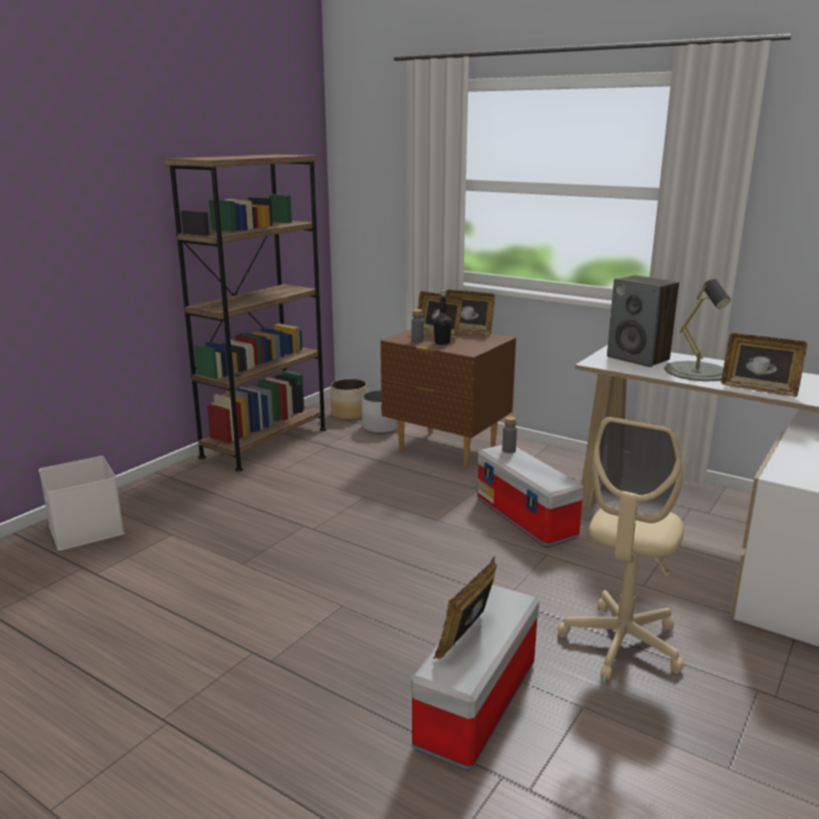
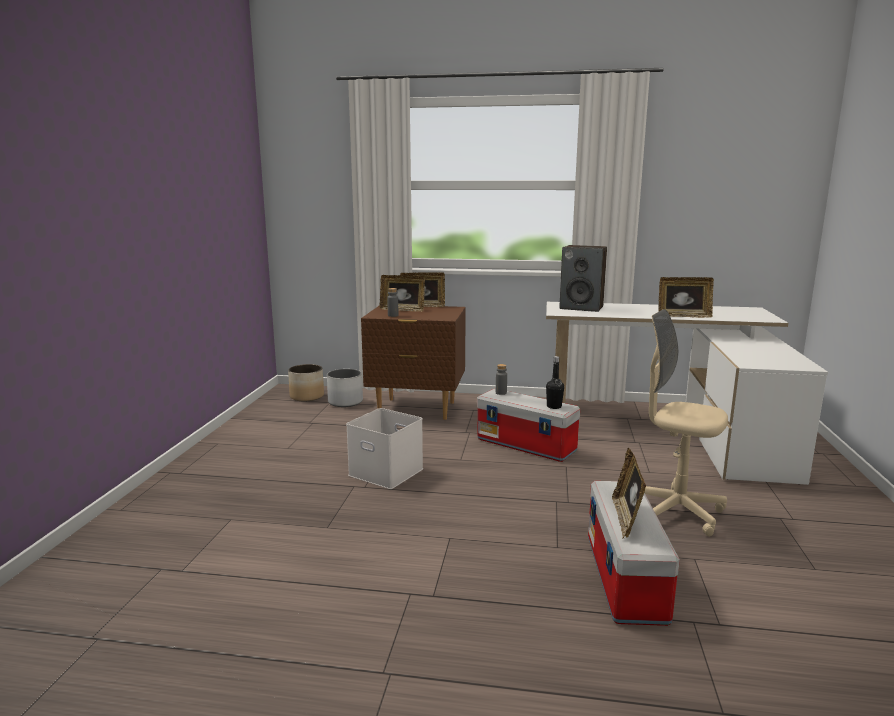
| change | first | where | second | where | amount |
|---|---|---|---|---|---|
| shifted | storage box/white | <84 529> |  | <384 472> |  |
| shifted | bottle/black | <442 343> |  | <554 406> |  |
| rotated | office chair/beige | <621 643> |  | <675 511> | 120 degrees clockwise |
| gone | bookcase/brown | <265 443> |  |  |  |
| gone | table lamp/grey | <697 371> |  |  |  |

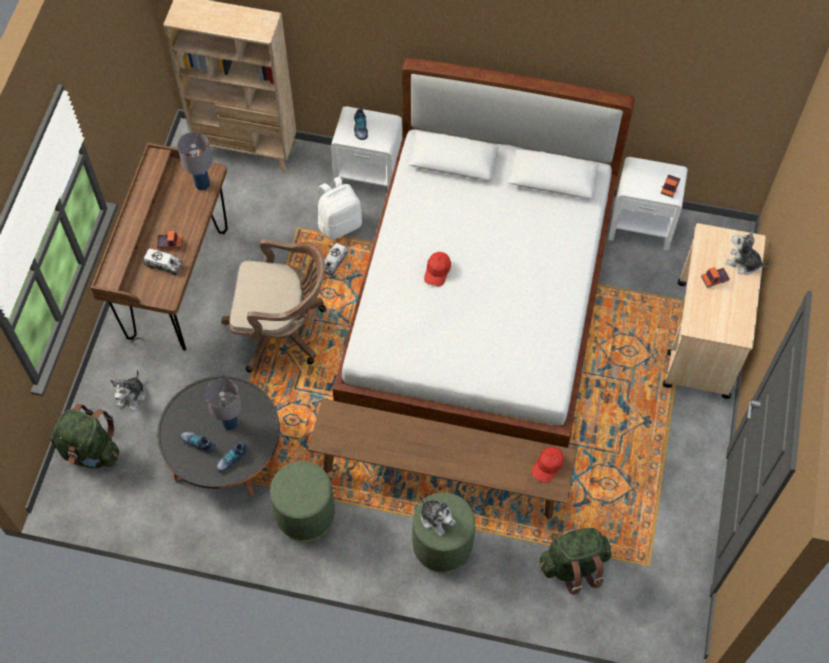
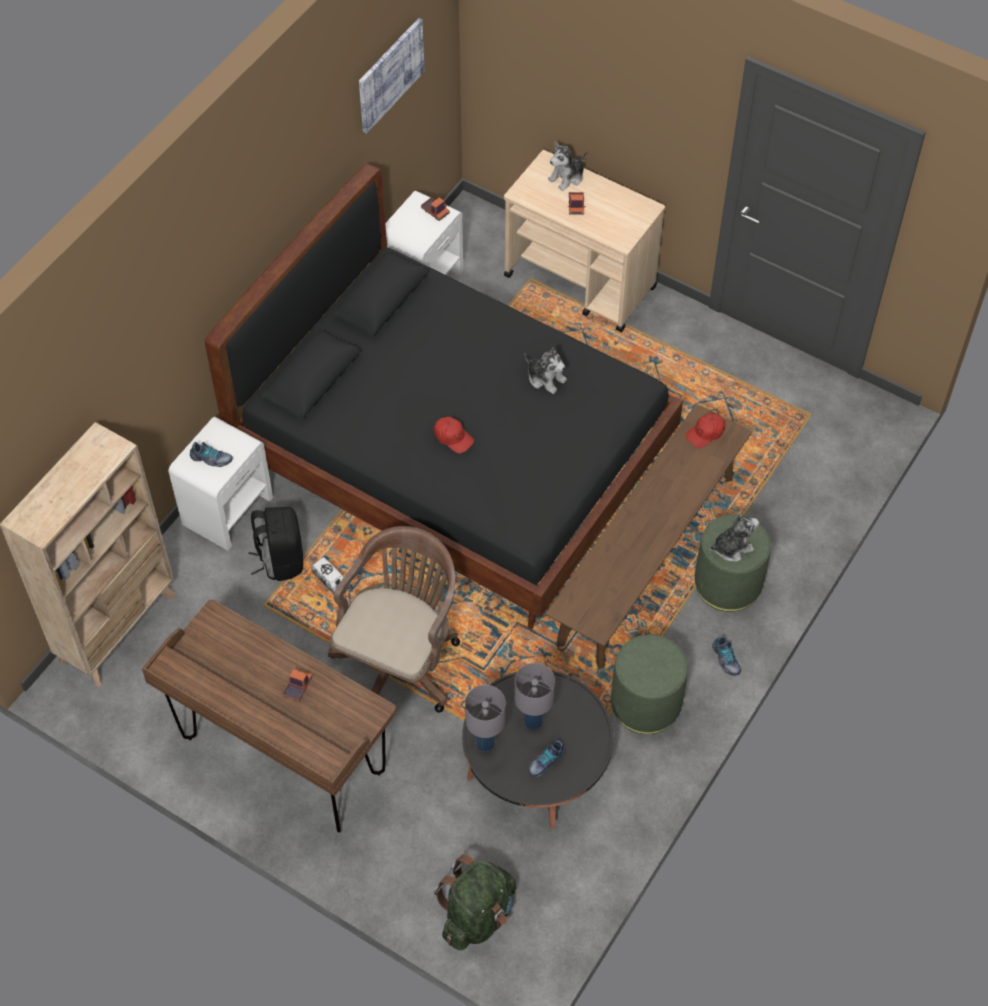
| change | first | where | second | where | amount |
|---|---|---|---|---|---|
| repainted | bed/white | <480 305> | bed/black | <454 457> |  |
| repainted | backpack/white | <340 224> | backpack/black | <280 559> |  |
| new |  |  | picture | <390 74> |  |
| shifted | table lamp/grey | <202 184> |  | <485 743> |  |
| shifted | plush toy | <132 396> |  | <545 378> |  |
| rotated | cap/red | <547 466> |  | <705 433> | 90 degrees clockwise |
| shifted | shoe | <232 459> |  | <725 659> |  |
| gone | toy truck | <164 265> |  |  |  |
| gone | backpack/green | <573 565> |  |  |  |

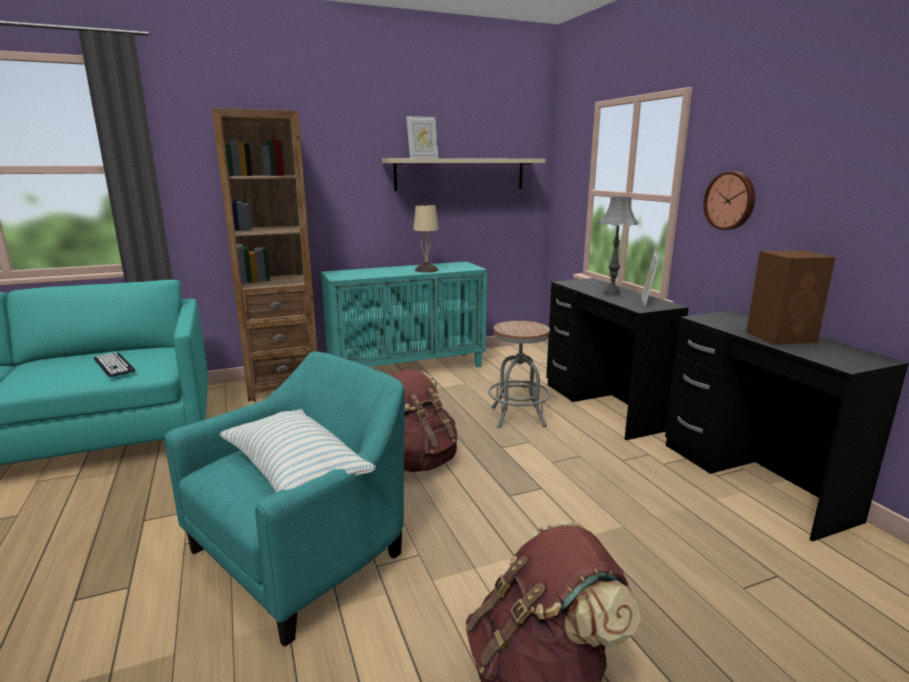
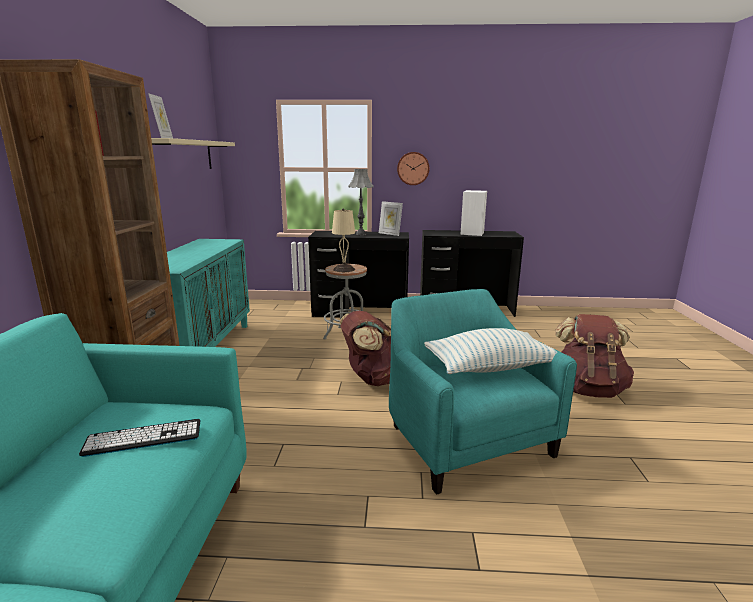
| change | first | where | second | where | amount |
|---|---|---|---|---|---|
| shifted | table lamp/beige | <426 270> |  | <343 269> |  |
| repainted | speaker/brown | <782 337> | speaker/white | <472 233> |  |

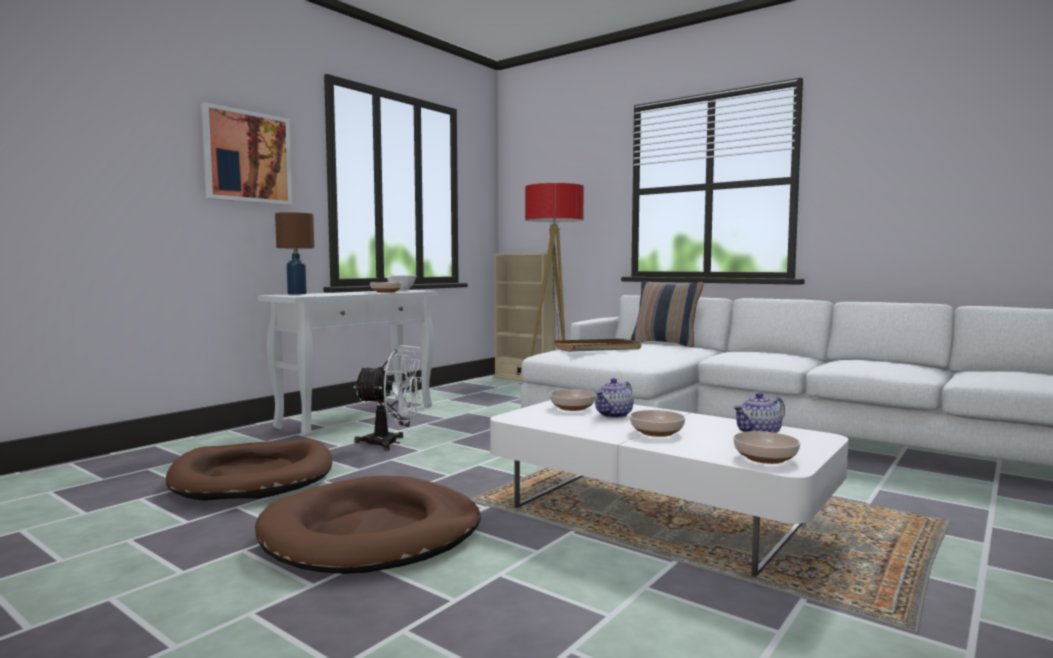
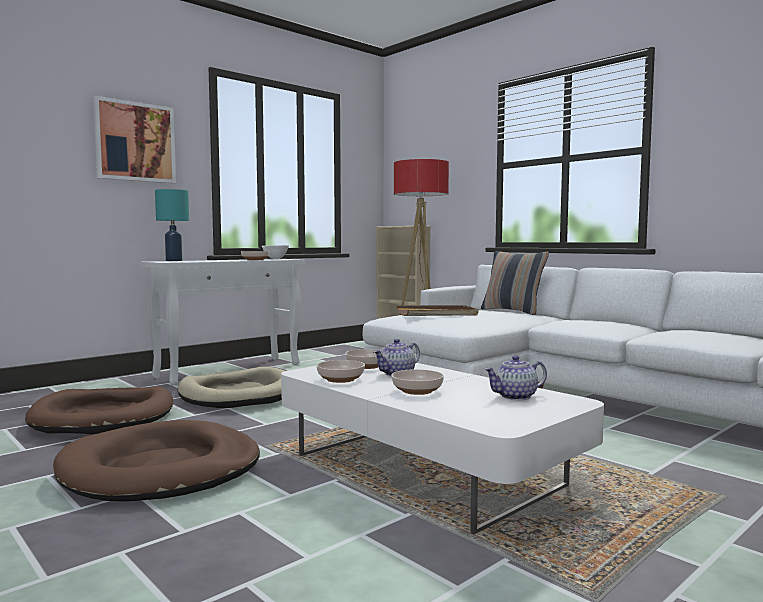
| change | first | where | second | where | amount |
|---|---|---|---|---|---|
| repainted | table lamp/brown | <297 294> | table lamp/turquoise | <174 260> |  |
| swapped | fan/white | <390 443> | dog bed/beige | <238 394> |  |
| shifted | bowl | <766 458> |  | <341 379> |  |

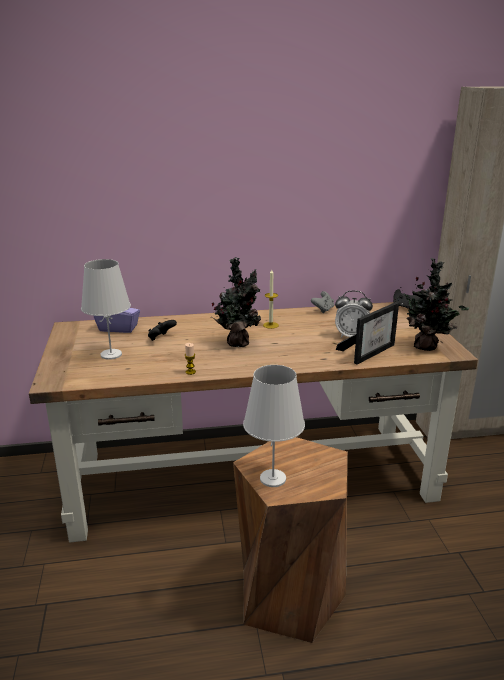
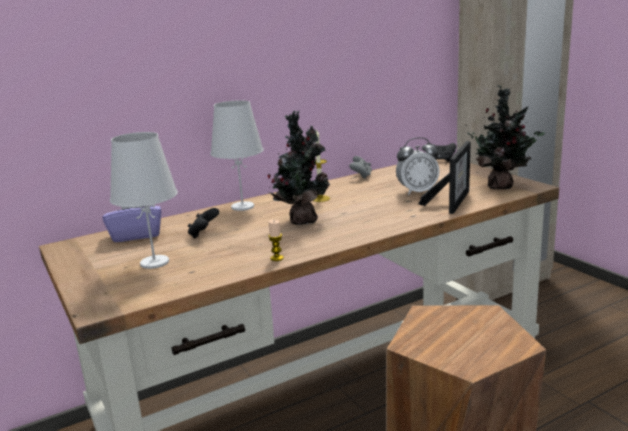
| change | first | where | second | where | amount |
|---|---|---|---|---|---|
| shifted | table lamp/white | <273 479> |  | <243 206> |  |

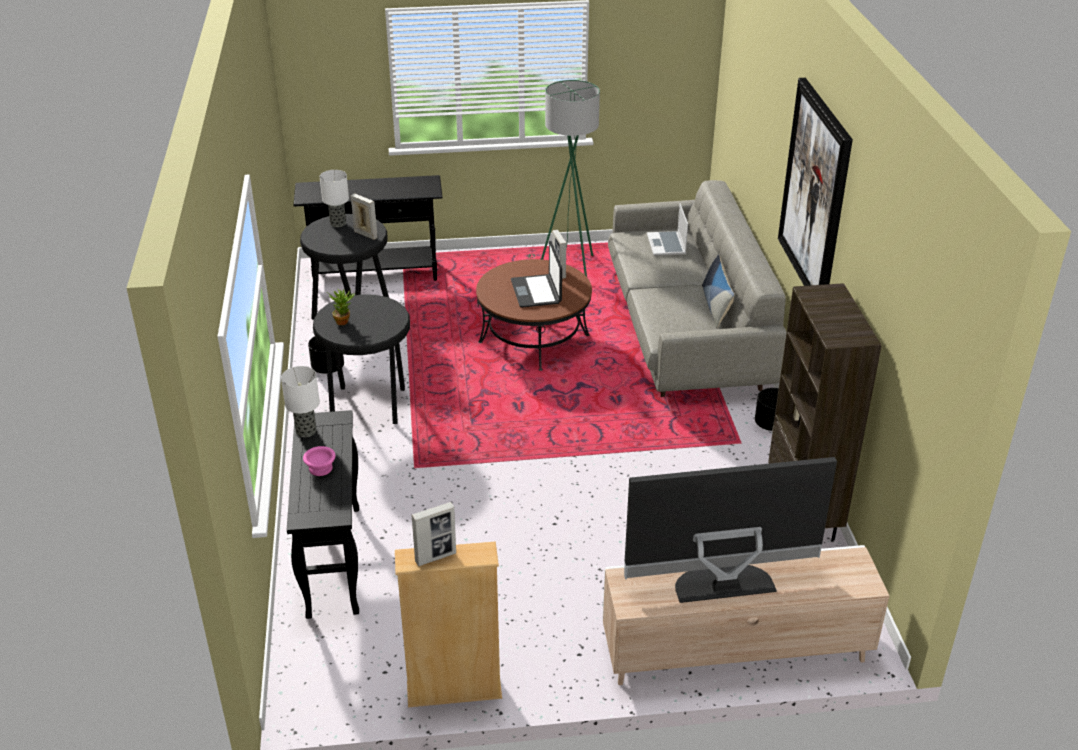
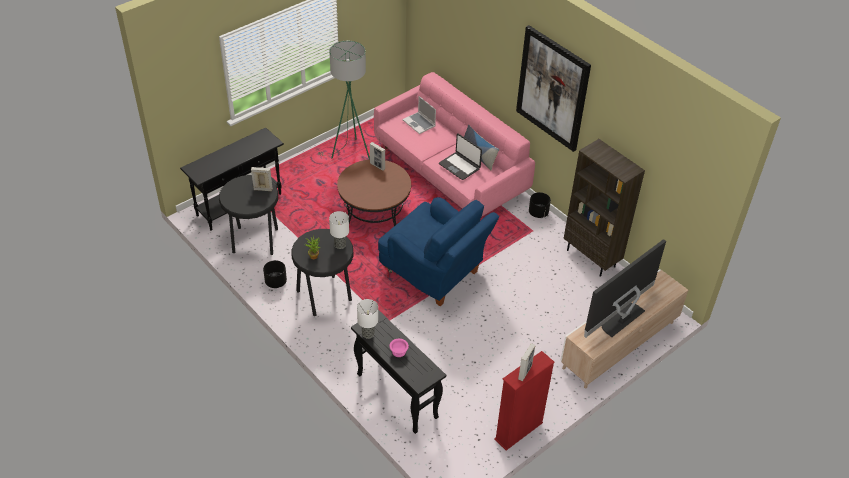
| change | first | where | second | where | amount |
|---|---|---|---|---|---|
| shifted | table lamp | <337 223> |  | <339 245> |  |
| repainted | sofa/grey | <685 330> | sofa/pink | <449 171> |  |
| new |  |  | armchair/blue | <434 274> |  |
| shifted | laptop | <536 292> |  | <459 166> |  |
| repainted | bookcase/beige | <454 691> | bookcase/red | <518 431> |  |

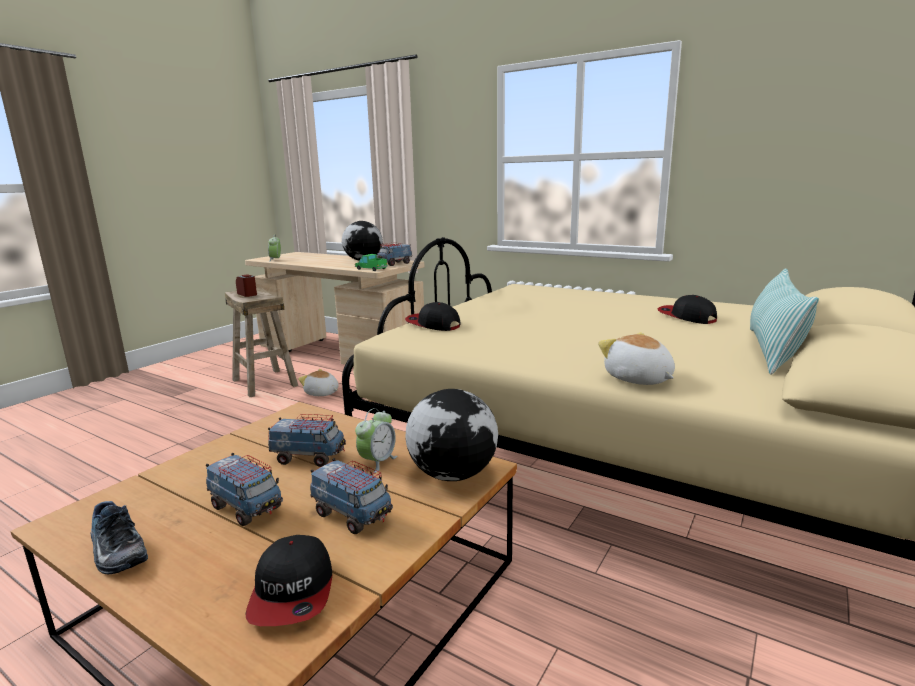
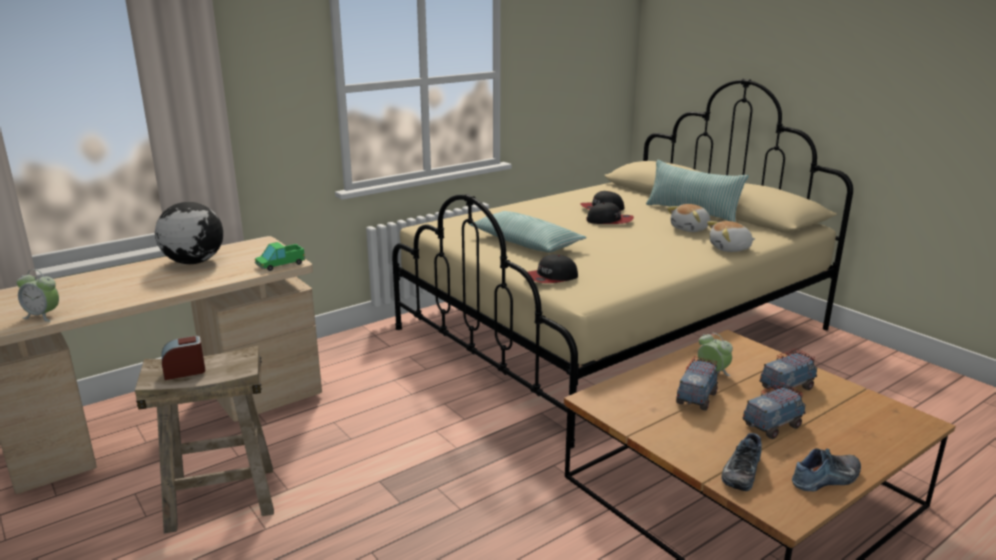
| change | first | where | second | where | amount |
|---|---|---|---|---|---|
| new |  |  | pillow | <526 243> |  |
| shifted | cap | <293 591> |  | <610 221> |  |
| shifted | plush toy | <321 393> |  | <690 229> |  |
| new |  |  | shoe | <740 471> |  |
| gone | toy truck | <394 264> |  |  |  |
| gone | globe | <453 474> |  |  |  |

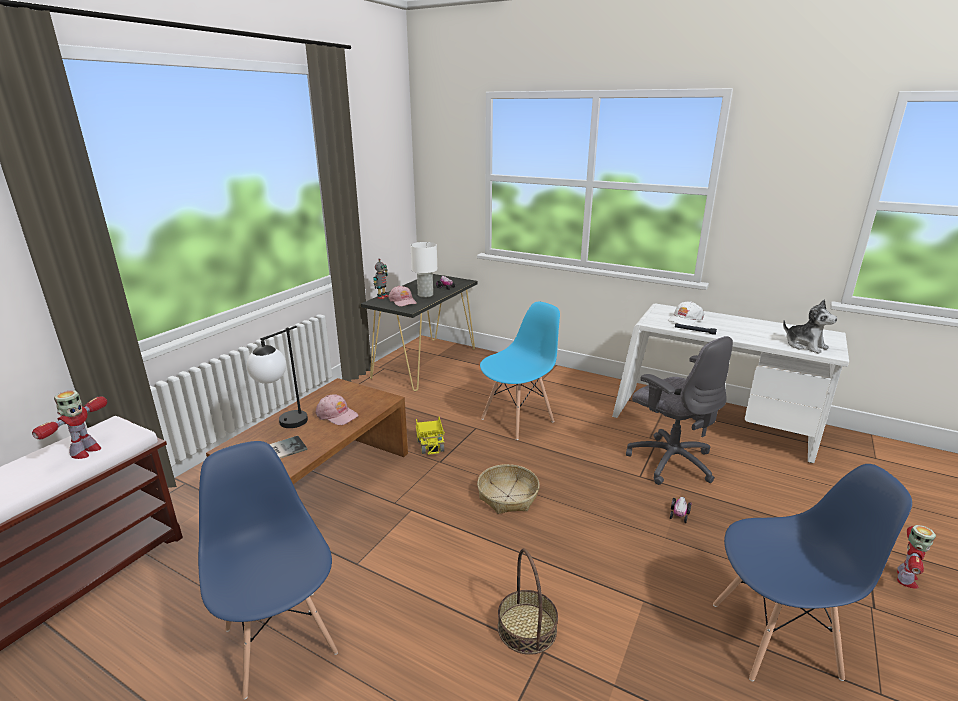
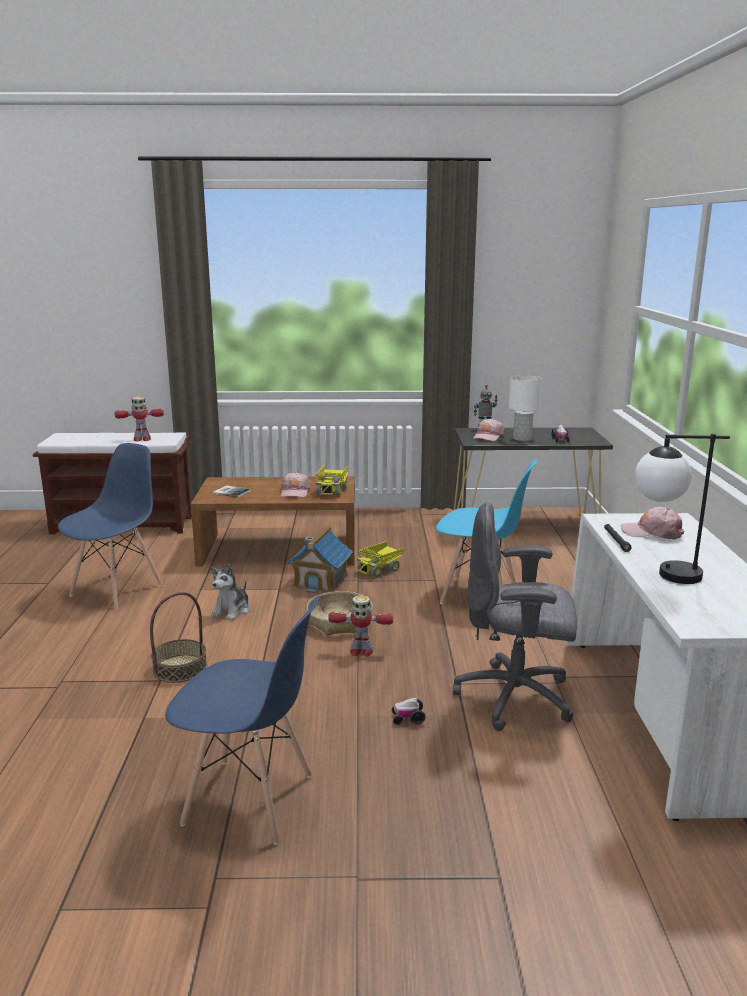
| change | first | where | second | where | amount |
|---|---|---|---|---|---|
| rotated | chair/blue | <775 639> |  | <250 800> | 45 degrees counterclockwise |
| shifted | plush toy | <805 345> |  | <232 610> |  |
| new |  |  | toy house | <321 581> |  |
| new |  |  | toy truck | <332 490> |  |
| shifted | toy robot | <905 579> |  | <360 651> |  |
| rotated | office chair/grey | <670 461> |  | <516 698> | 75 degrees clockwise |
| repainted | cap/white | <684 319> | cap/pink | <652 532> |  |
| shifted | table lamp | <284 426> |  | <663 575> |  |

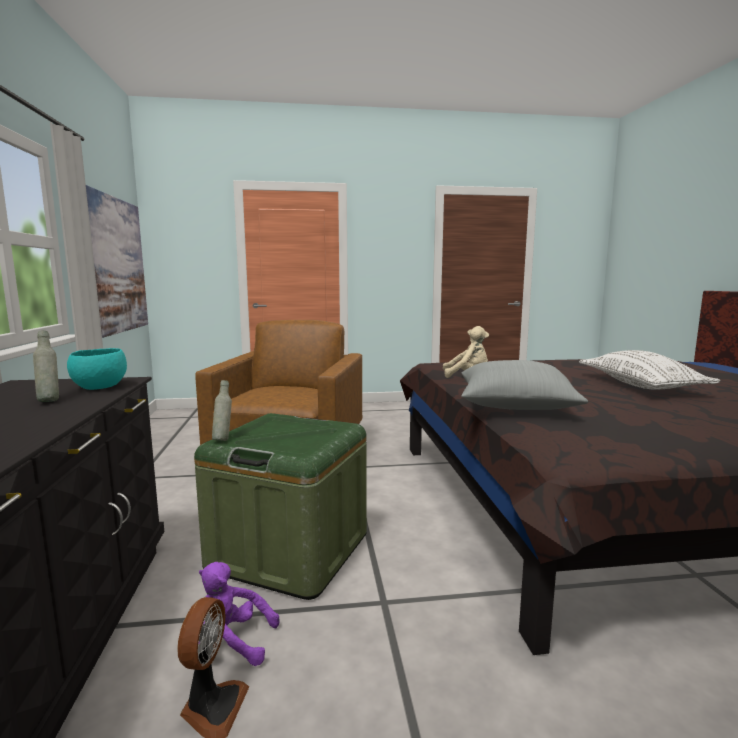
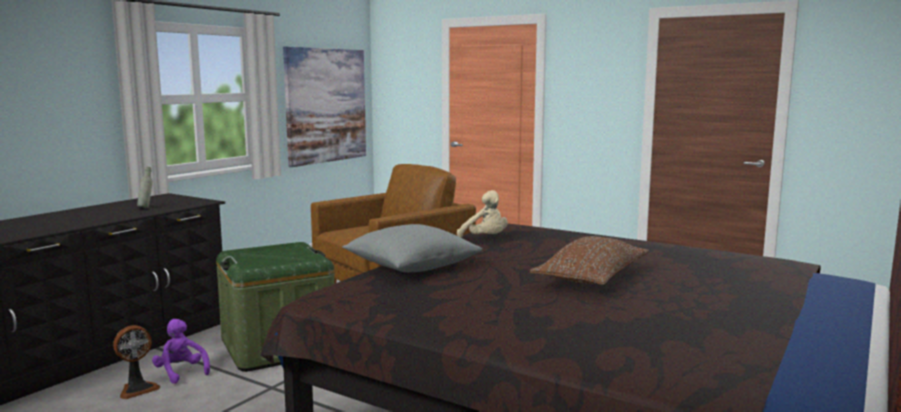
| change | first | where | second | where | amount |
|---|---|---|---|---|---|
| repainted | pillow/white | <640 385> | pillow/brown | <591 278> |  |
| gone | bowl/turquoise | <100 387> |  |  |  |
| gone | bottle/grey | <223 439> |  |  |  |

